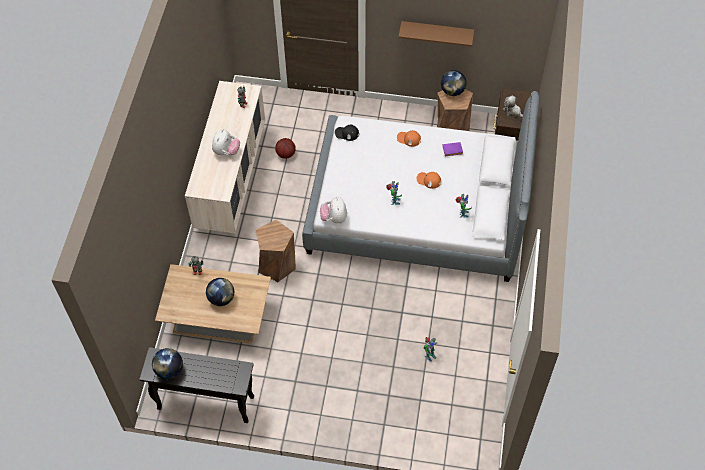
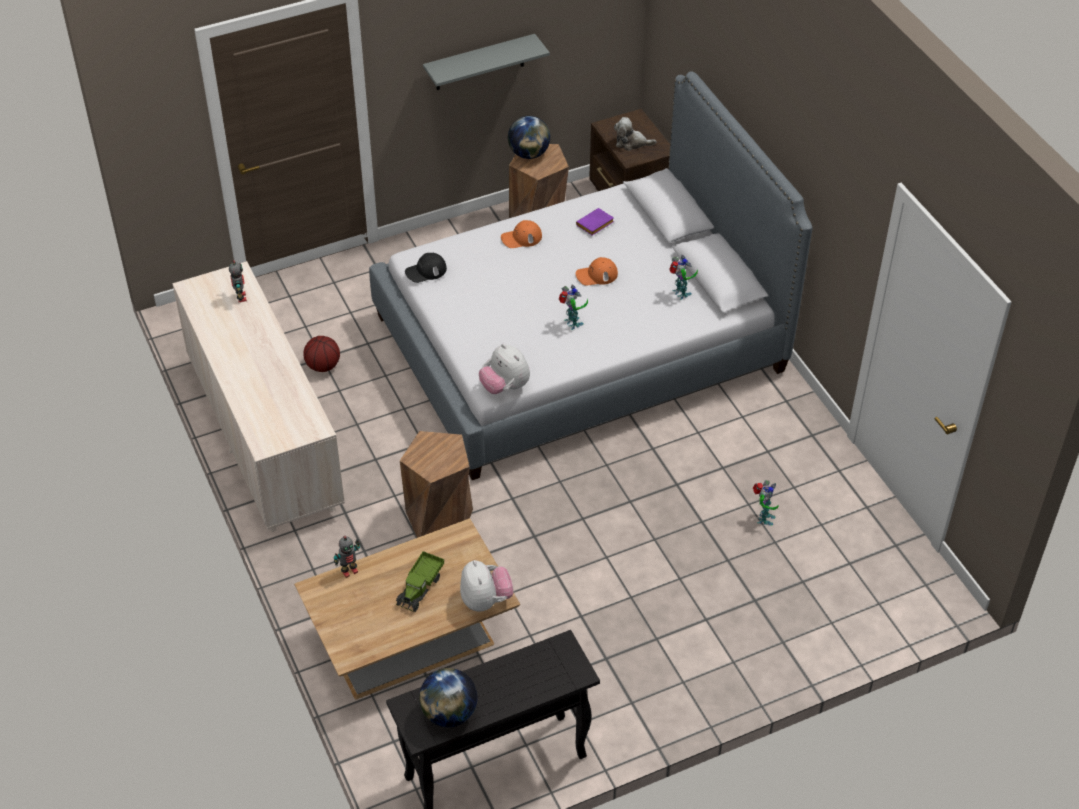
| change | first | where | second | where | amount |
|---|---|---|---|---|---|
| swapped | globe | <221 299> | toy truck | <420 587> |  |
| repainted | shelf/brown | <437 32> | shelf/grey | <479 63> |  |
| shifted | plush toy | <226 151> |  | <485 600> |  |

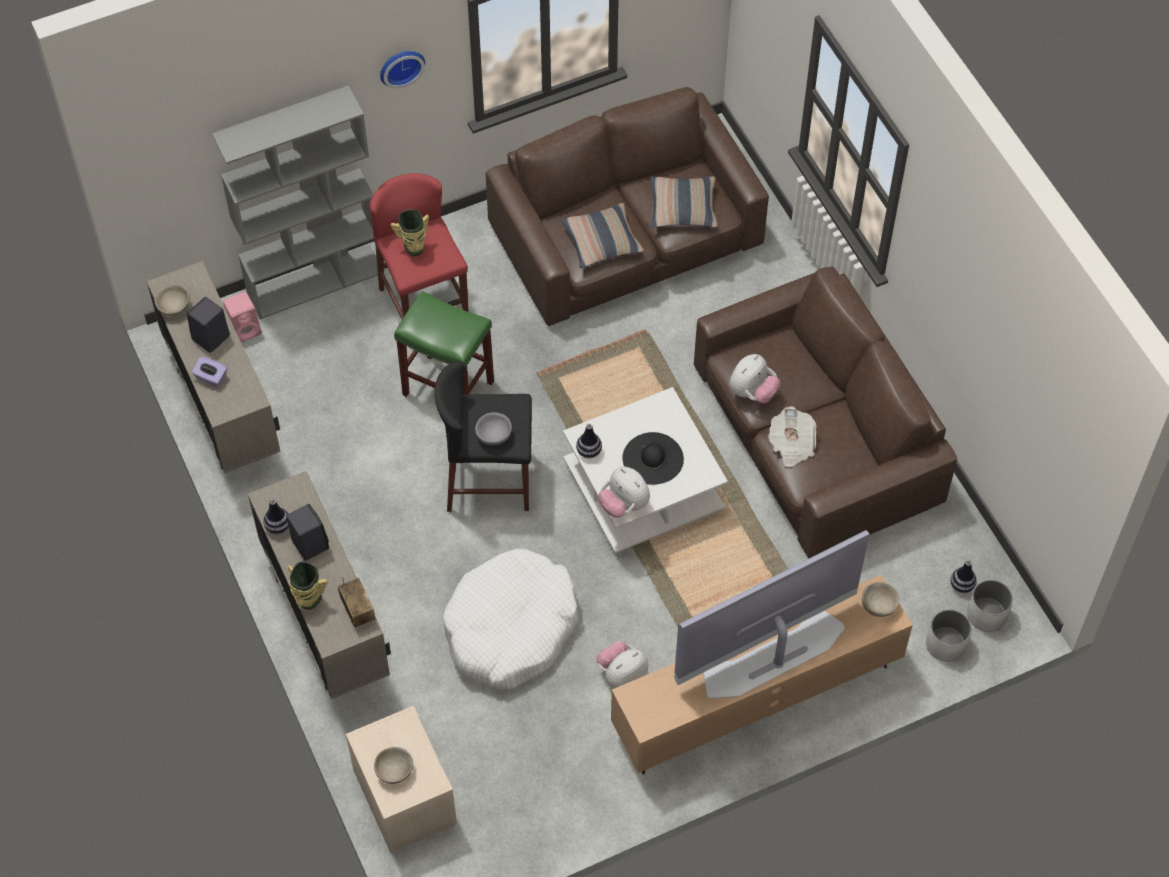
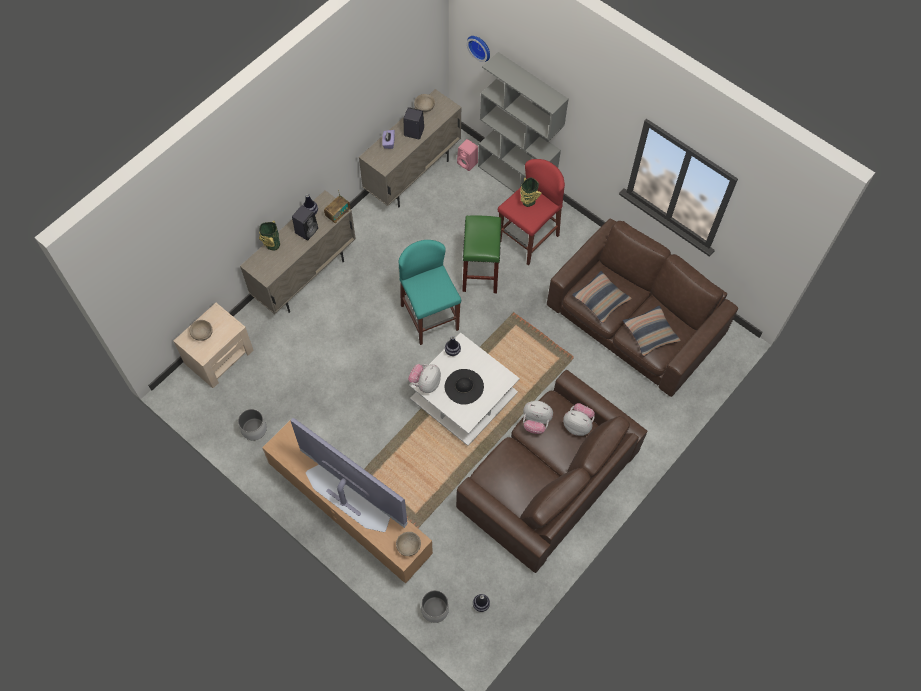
| change | first | where | second | where | amount |
|---|---|---|---|---|---|
| shifted | planter/white | <986 614> |  | <254 429> |  |
| shifted | radio | <358 610> |  | <338 214> |  |
| repainted | stool/black | <489 481> | stool/turquoise | <430 317> |  |
| shifted | wall clock | <400 66> |  | <480 47> |  |
| shifted | plush toy | <622 675> |  | <578 425> |  |
| gone | dog bed/white | <510 628> |  |  |  |
| gone | bowl/grey | <494 435> |  |  |  |
| gone | newspaper | <791 445> |  |  |  |

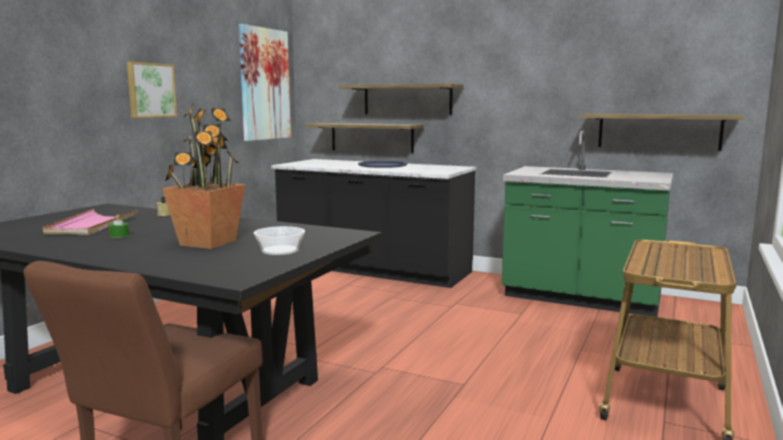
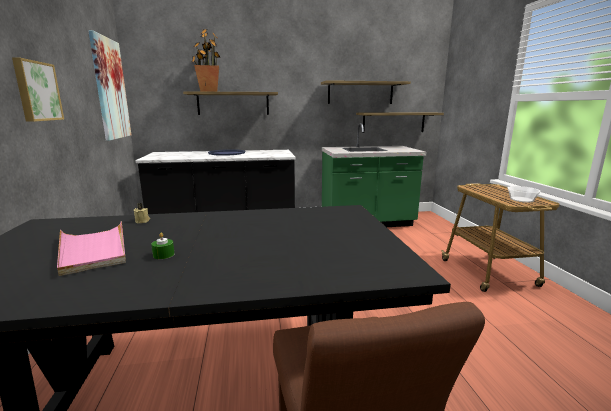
| change | first | where | second | where | amount |
|---|---|---|---|---|---|
| shifted | potted plant | <208 242> |  | <208 91> |  |
| shifted | shelf | <371 137> |  | <360 93> |  |
| shifted | bowl | <280 250> |  | <522 199> |  |

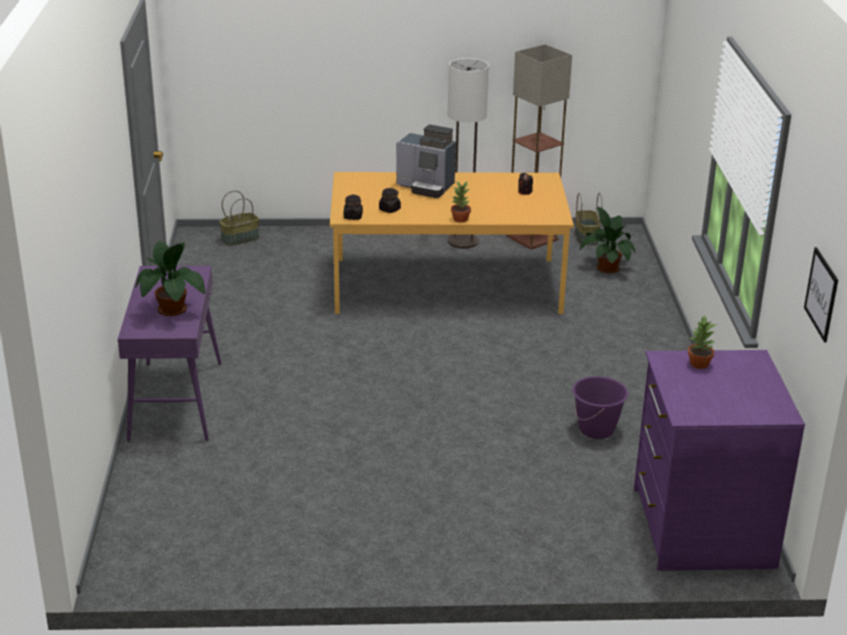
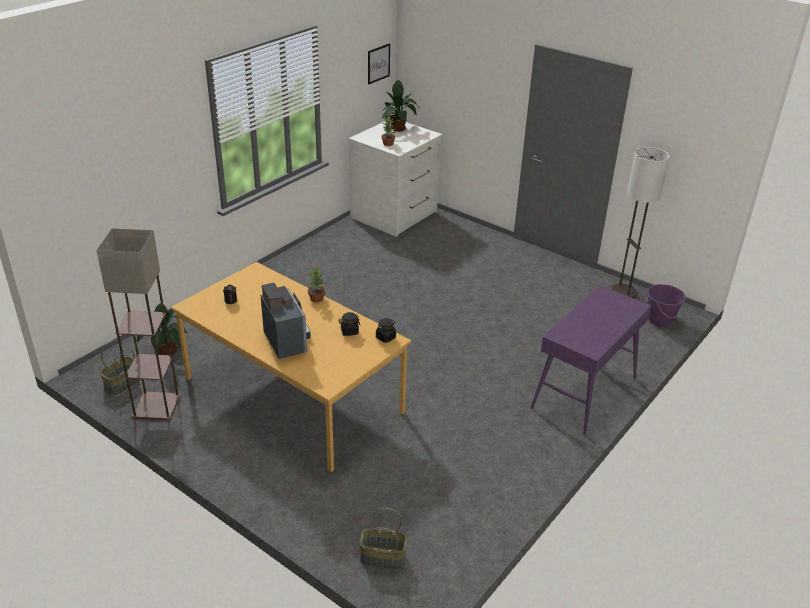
| change | first | where | second | where | amount |
|---|---|---|---|---|---|
| repainted | dresser/purple | <700 527> | dresser/white | <394 215> |  |
| shifted | potted plant | <172 310> |  | <398 127> |  |
| shifted | floor lamp | <462 241> |  | <623 292> |  |
| shifted | bucket/purple | <596 430> |  | <660 320> |  |

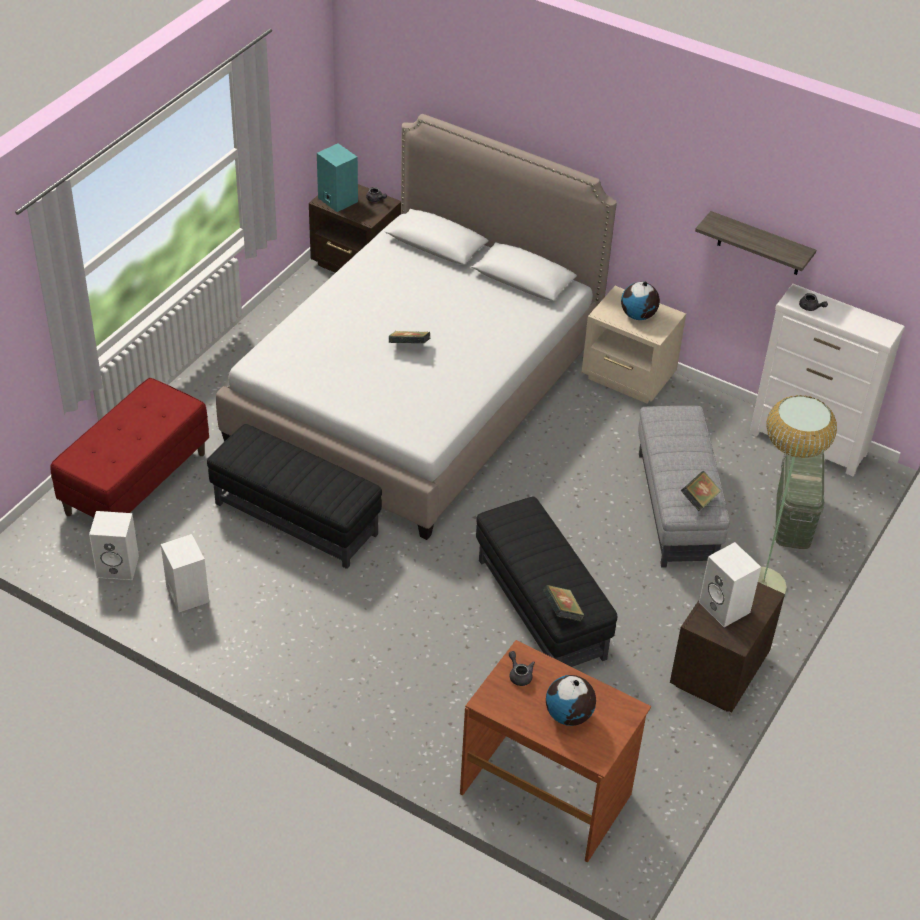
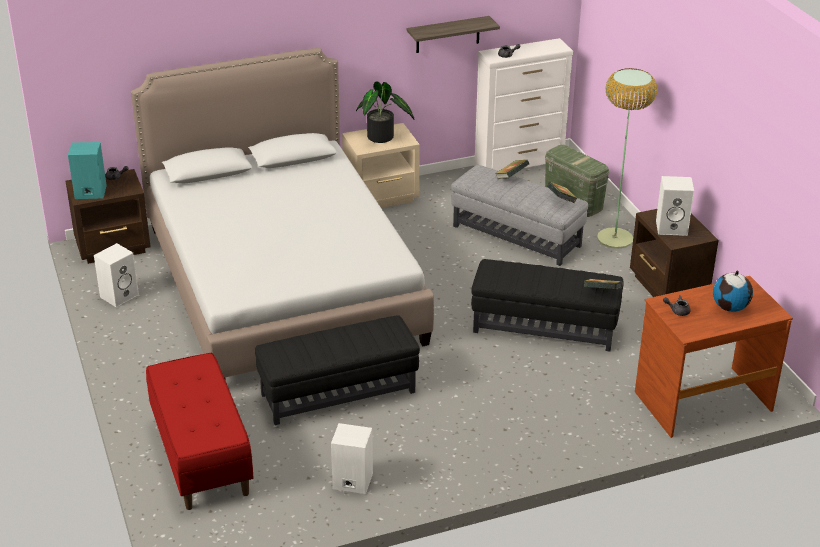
| change | first | where | second | where | amount |
|---|---|---|---|---|---|
| shifted | speaker/white | <119 566> |  | <119 295> |  |
| swapped | globe | <638 315> | potted plant | <382 138> |  |
| shifted | book | <409 346> |  | <511 177> |  |

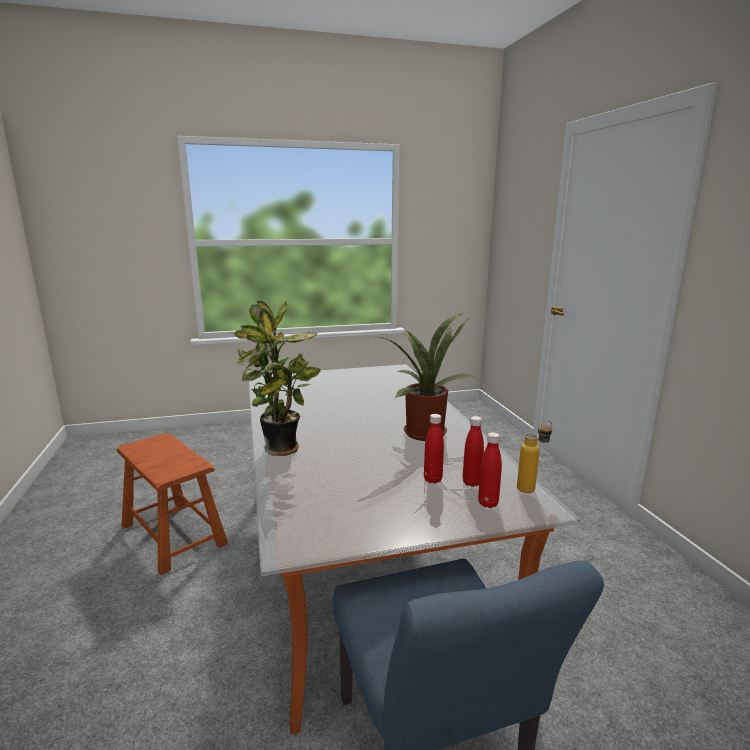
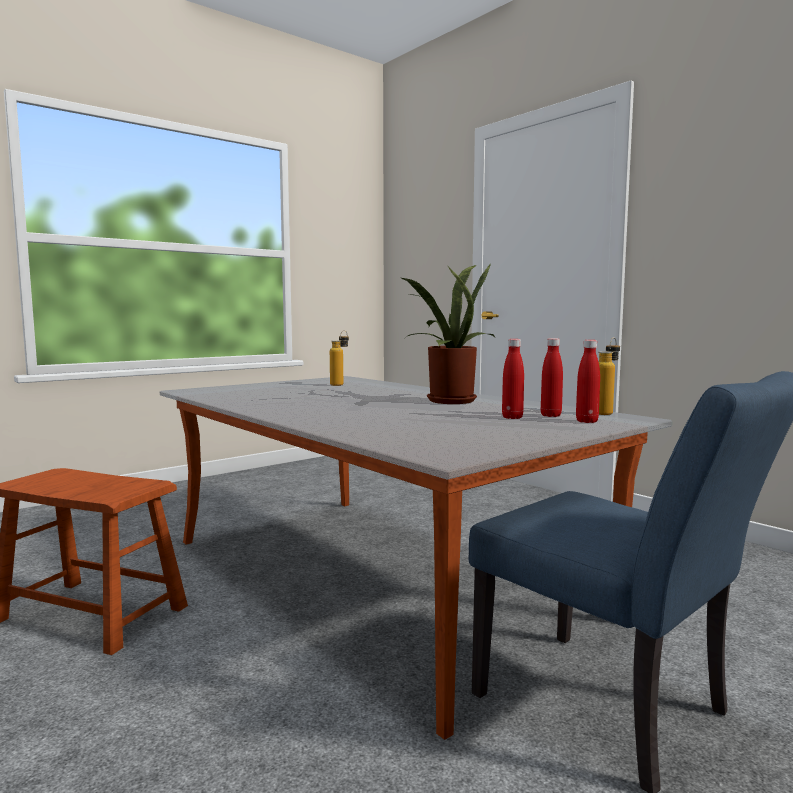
| change | first | where | second | where | amount |
|---|---|---|---|---|---|
| new |  |  | bottle | <340 384> |  |
| gone | potted plant | <282 450> |  |  |  |

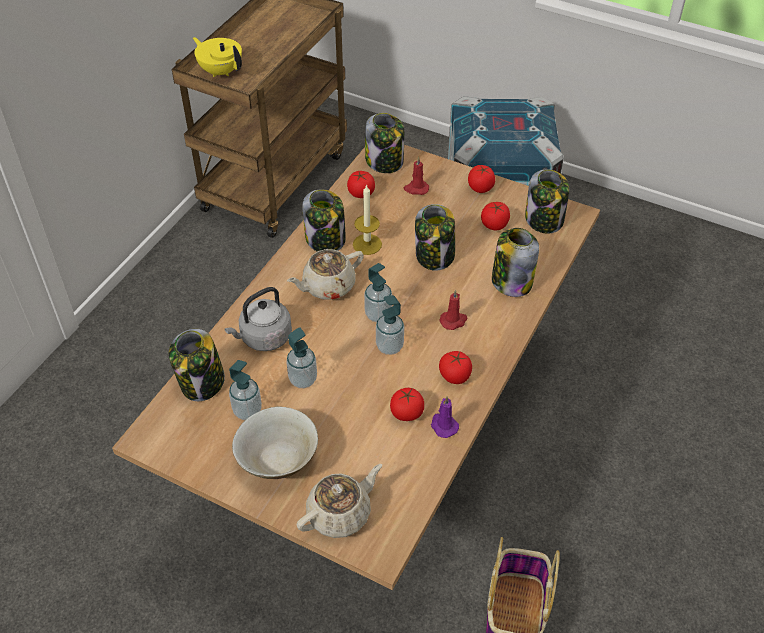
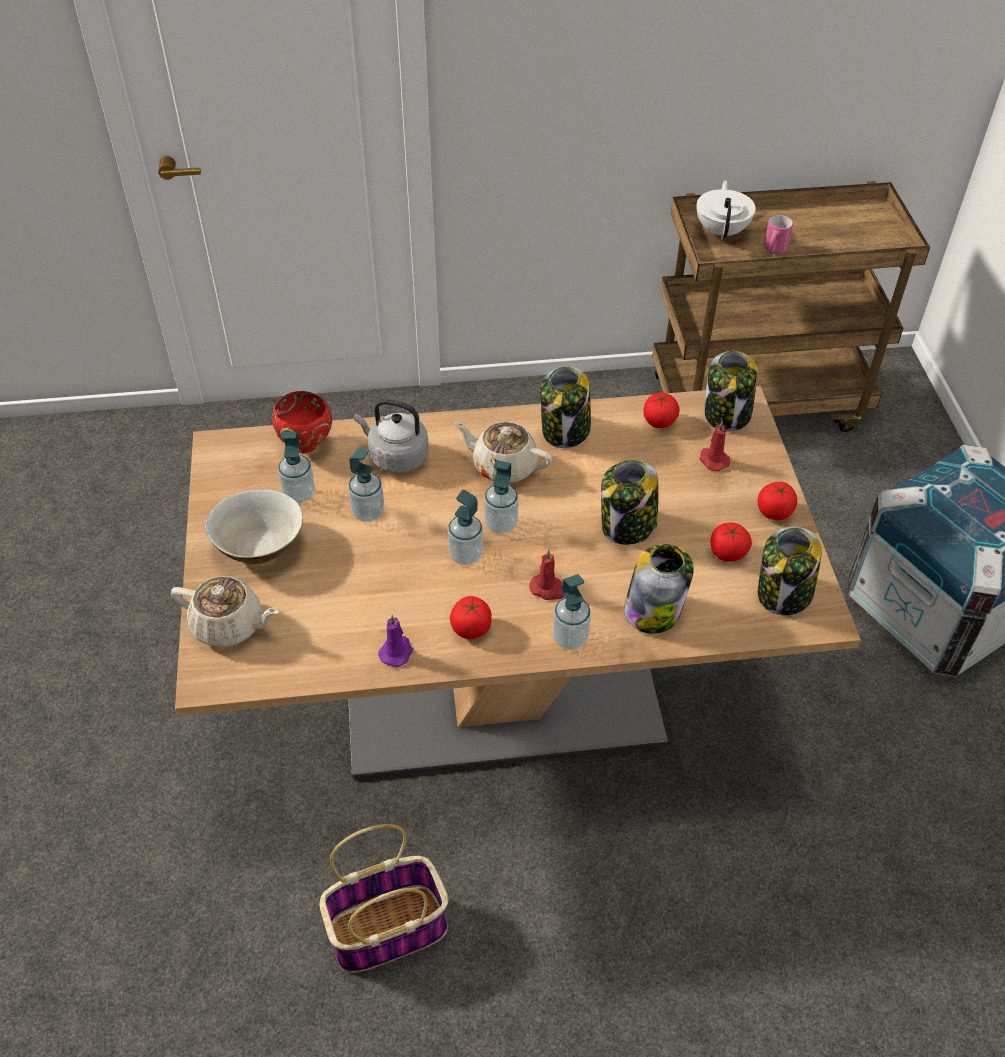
| change | first | where | second | where | amount |
|---|---|---|---|---|---|
| swapped | jar | <202 383> | bowl/red | <307 446> |  |
| new |  |  | soap dispenser | <570 638> |  |
| repainted | teapot/yellow | <221 71> | teapot/white | <722 231> |  |
| new |  |  | mug/pink | <773 250> |  |
| gone | candle | <367 244> |  |  |  |
| gone | tomato | <406 413> |  |  |  |

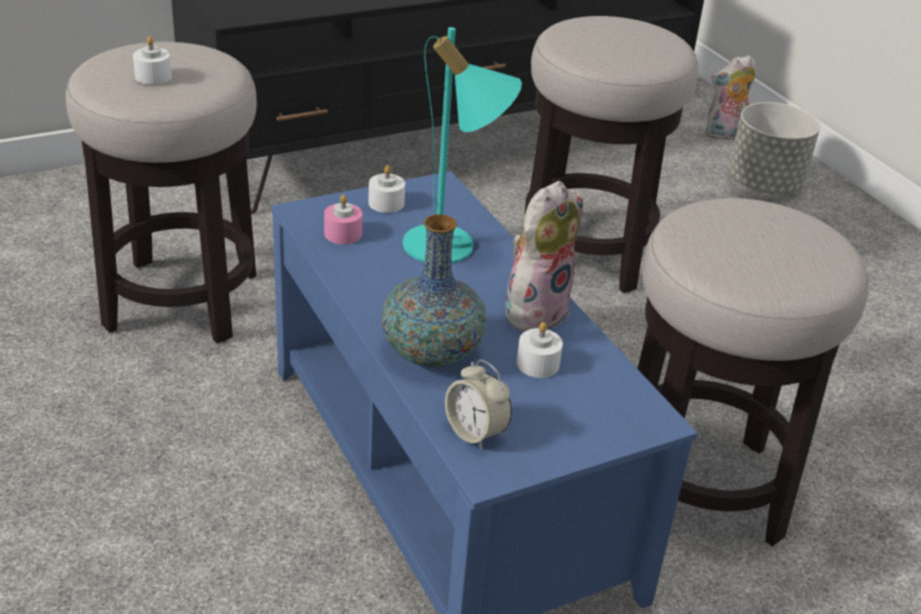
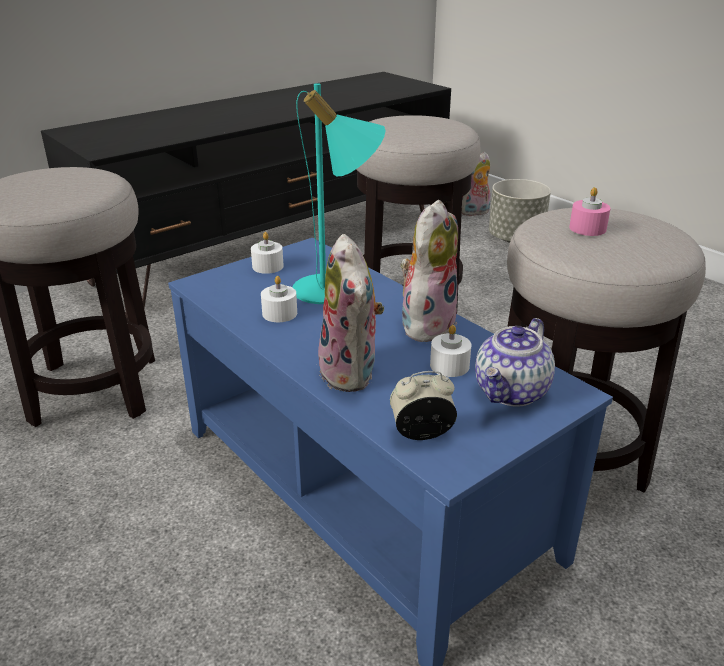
| change | first | where | second | where | amount |
|---|---|---|---|---|---|
| shifted | candle/white | <153 76> |  | <279 313> |  |
| swapped | vase | <431 353> | plush toy | <352 373> |  |
| rotated | alarm clock | <475 432> |  | <421 433> | 135 degrees clockwise |
| new |  |  | teapot | <512 392> |  |
| shifted | candle/pink | <343 234> |  | <587 228> |  |

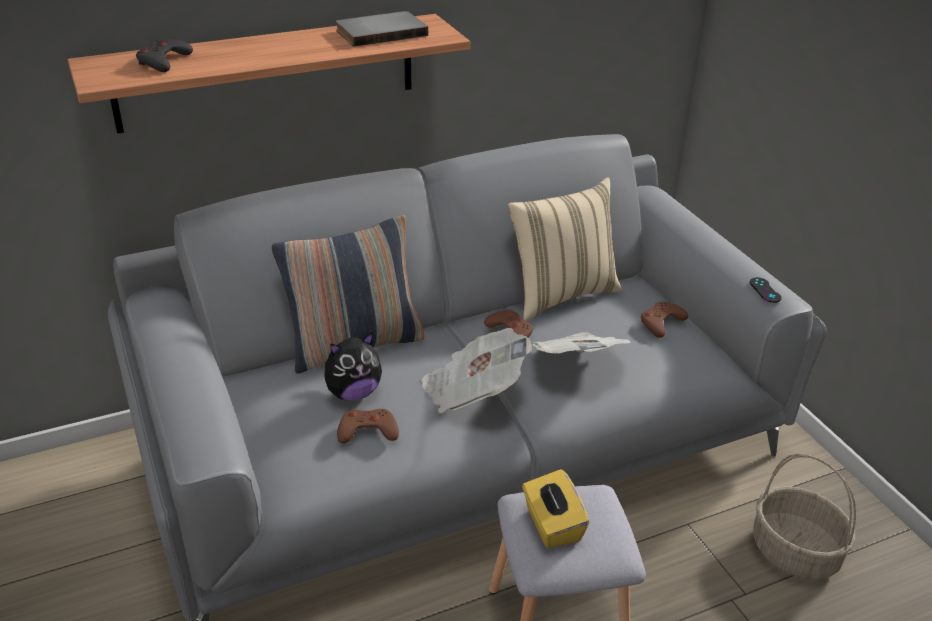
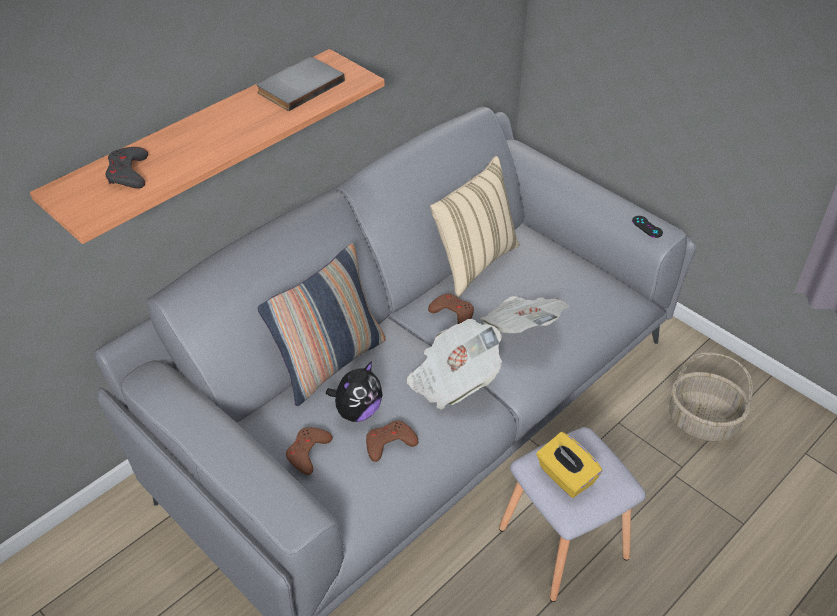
| change | first | where | second | where | amount |
|---|---|---|---|---|---|
| shifted | game controller/brown | <661 323> |  | <308 452> |  |

